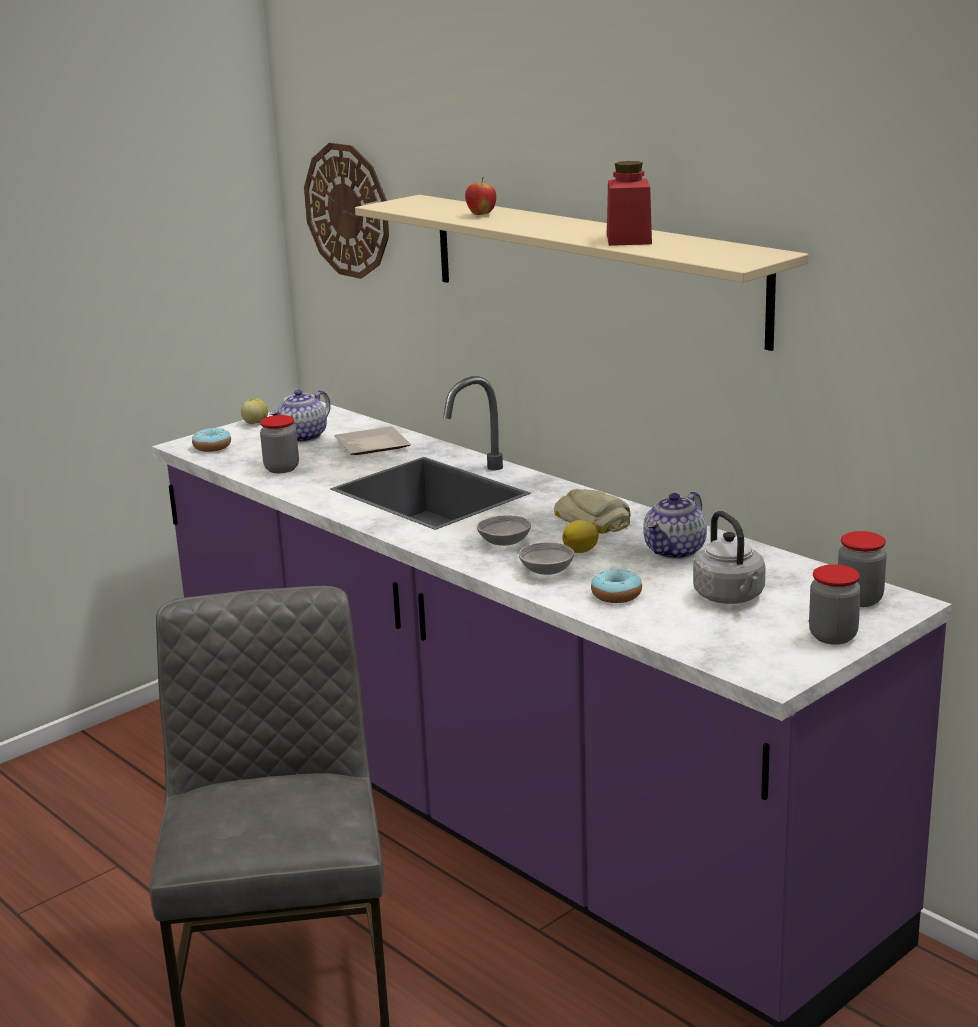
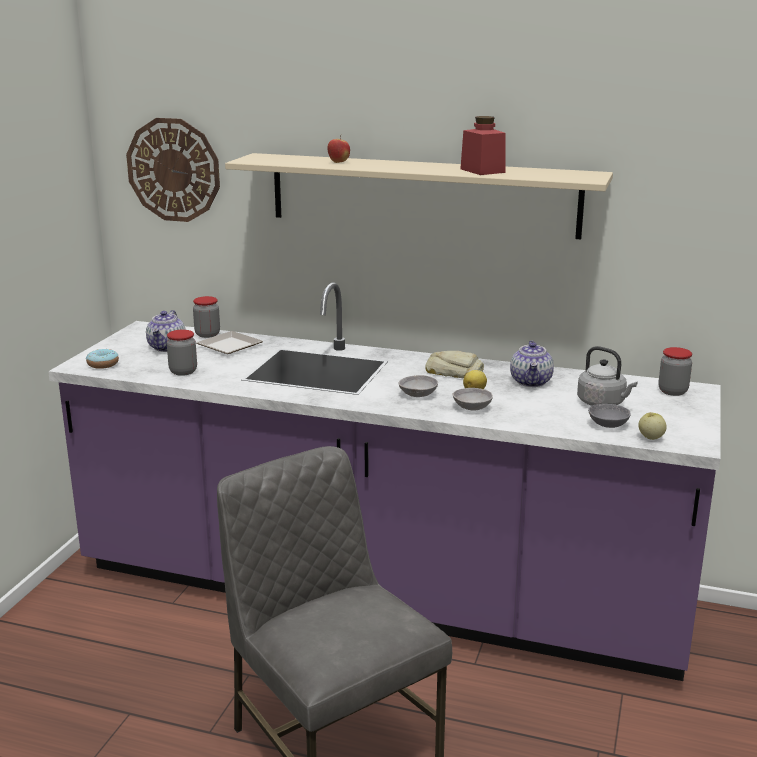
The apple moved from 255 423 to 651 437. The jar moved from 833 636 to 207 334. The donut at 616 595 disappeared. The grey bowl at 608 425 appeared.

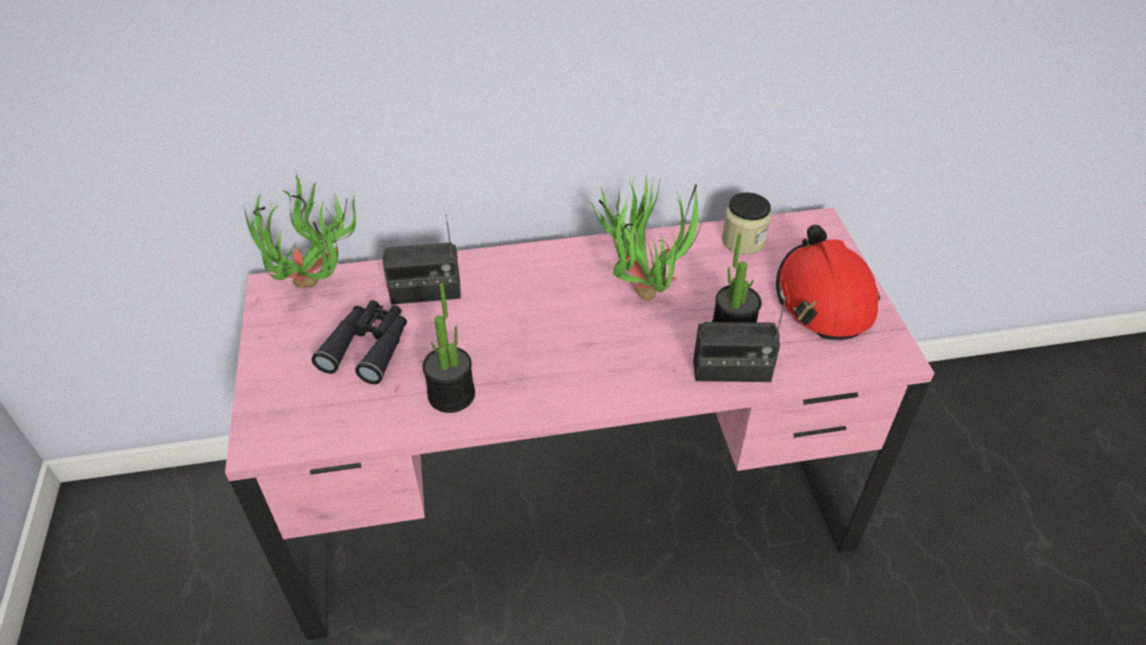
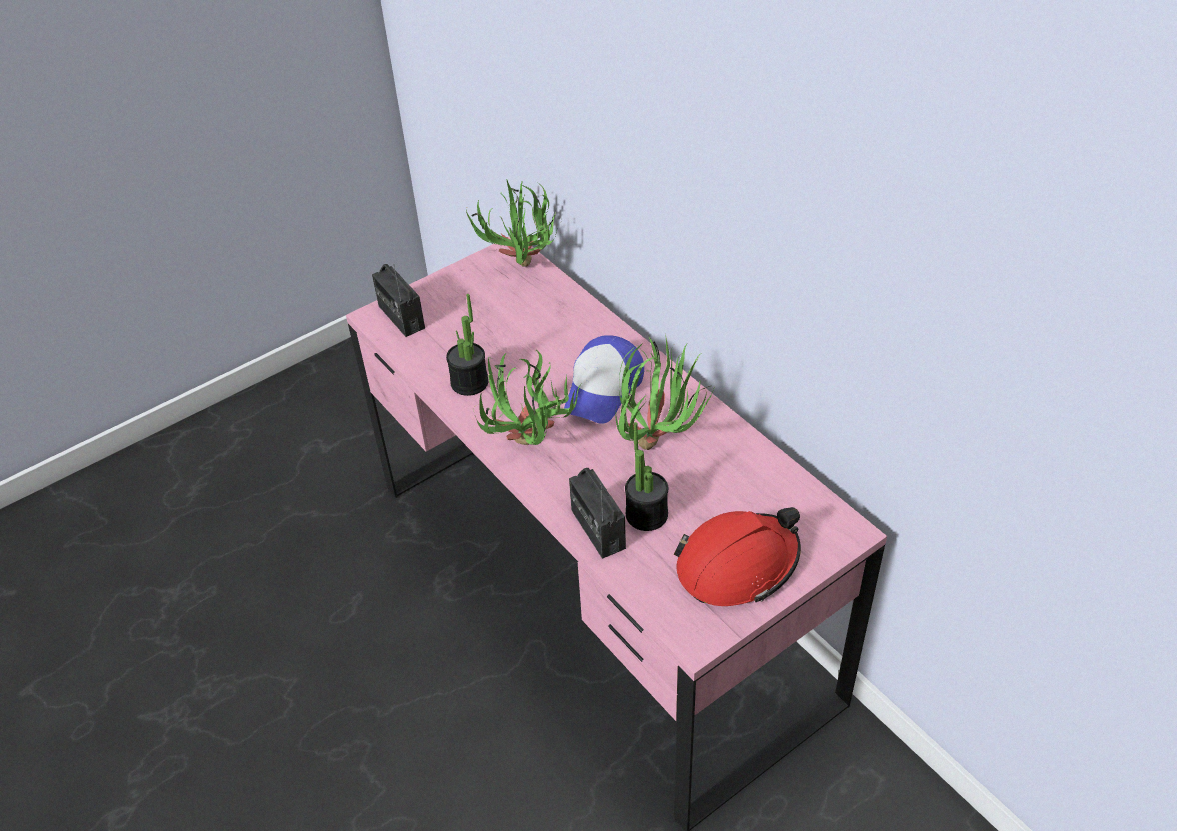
The jar at 743 241 disappeared. The radio moved from 426 293 to 401 317. The black binoculars at 368 347 disappeared. The cap at 603 388 appeared. The potted plant at 529 450 appeared.

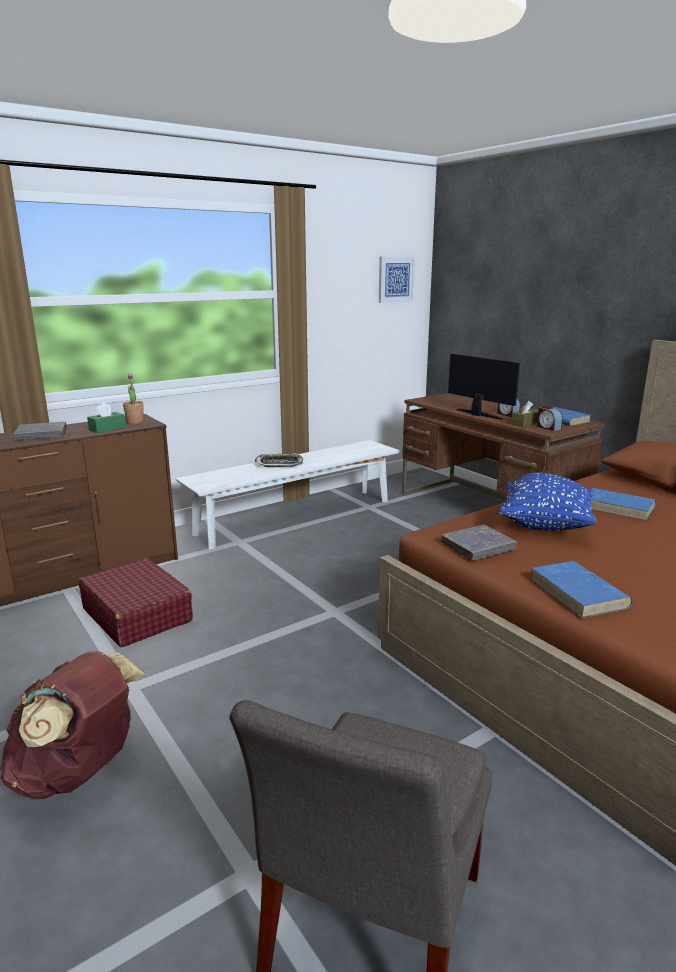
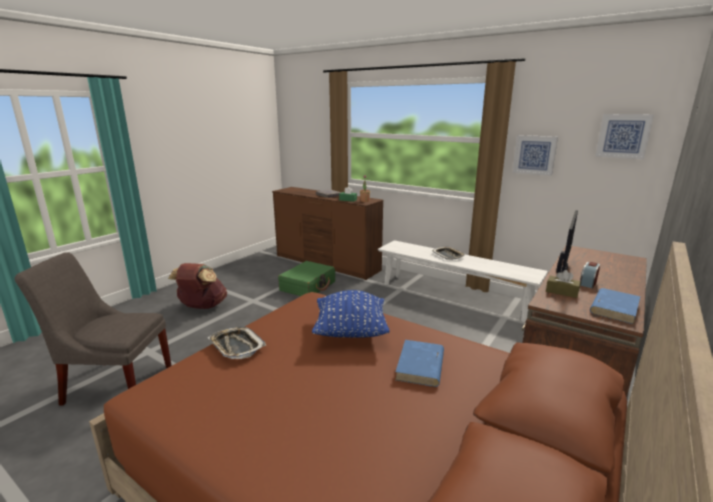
The alarm clock at 548 427 disappeared. The grey book at 478 547 disappeared. The red suitcase at 137 615 became the green suitcase at 308 286. The blue book at 579 593 was replaced by the tray at 236 346. The picture at 534 155 appeared.

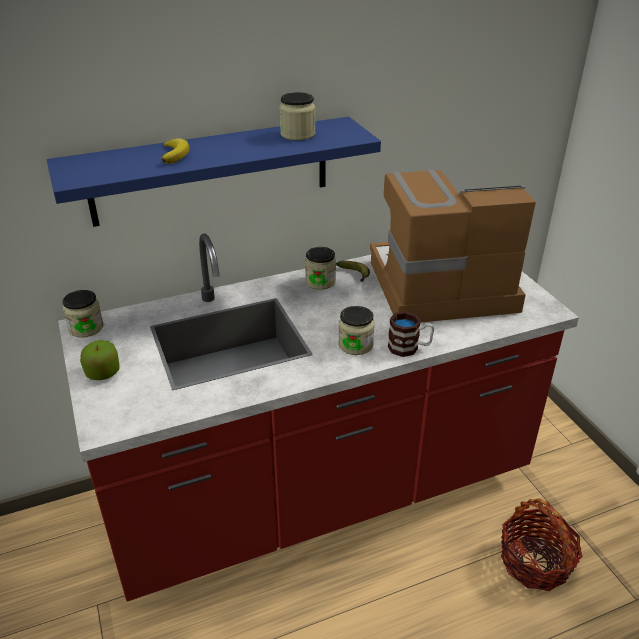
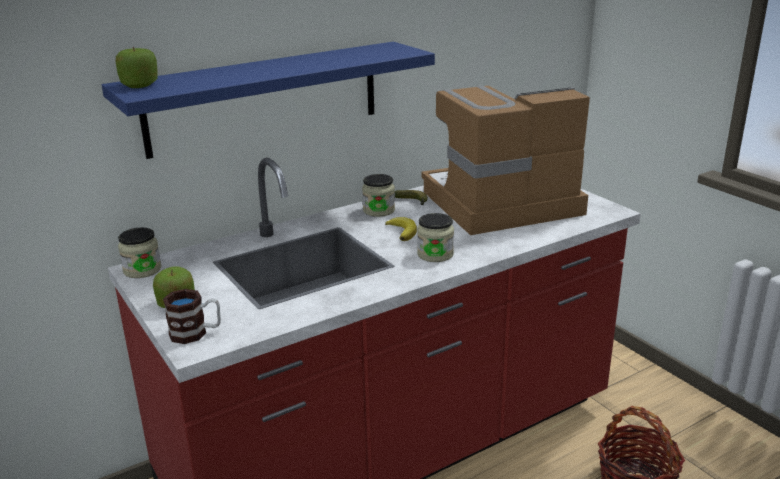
The jar at 297 134 disappeared. The banana moved from 175 154 to 402 231. The mug moved from 409 348 to 196 333. The apple at 139 85 appeared.

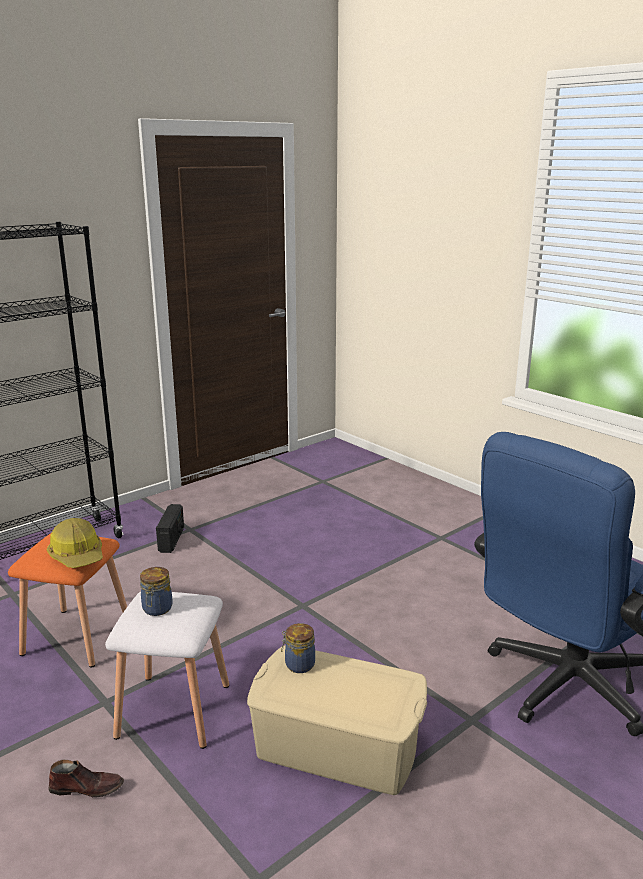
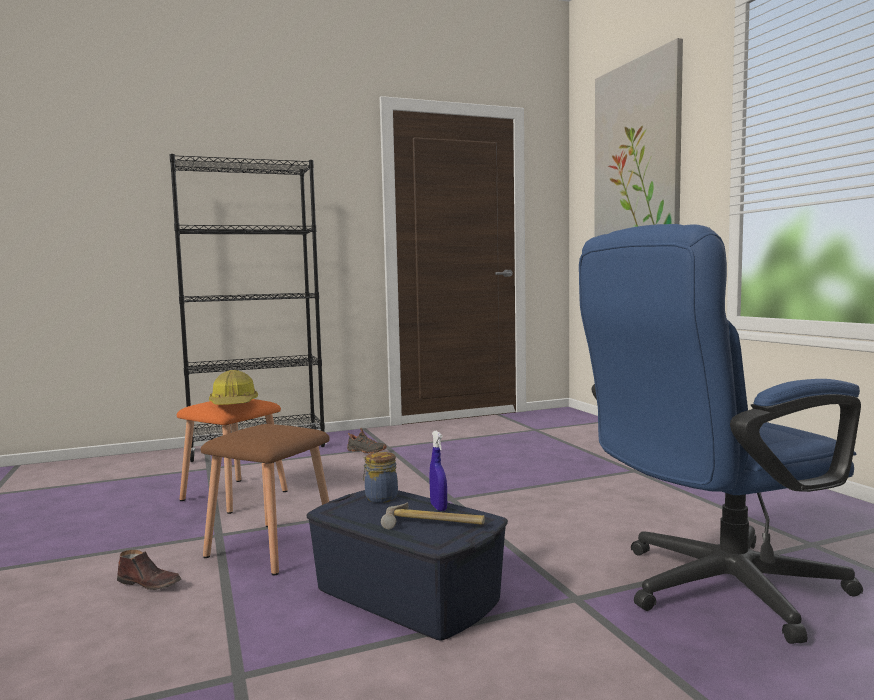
The radio at 172 540 was replaced by the black shoe at 366 451. The jar at 157 609 disappeared. The white stool at 173 709 became the brown stool at 272 547. The beige storage box at 337 747 became the blue storage box at 406 595. The picture at 636 158 appeared. The blue spray bottle at 438 507 appeared. The hammer at 433 524 appeared.

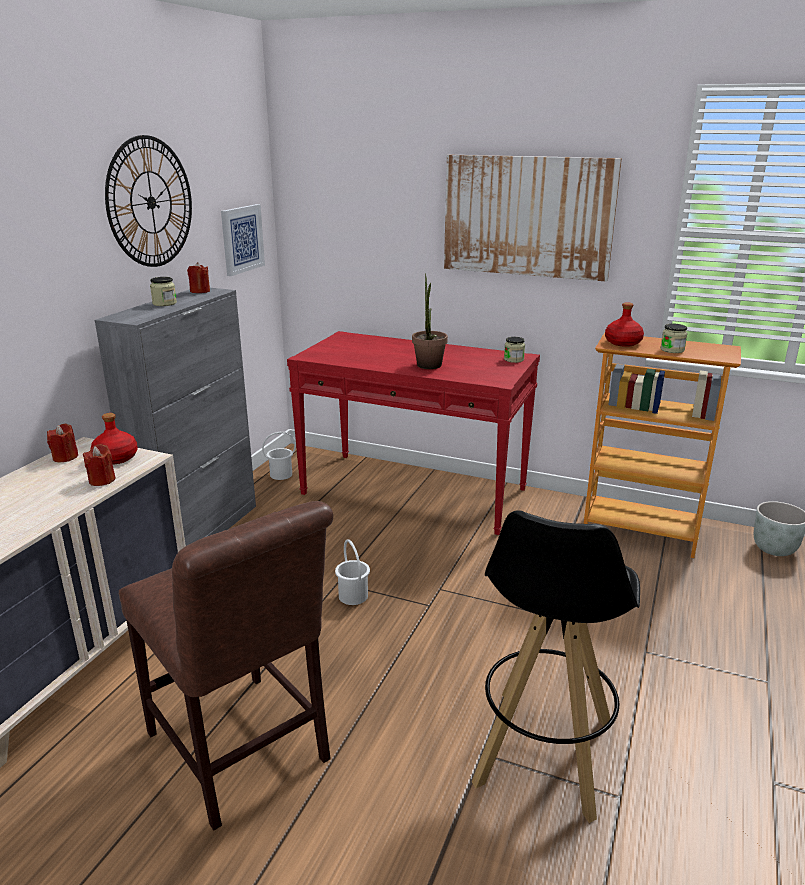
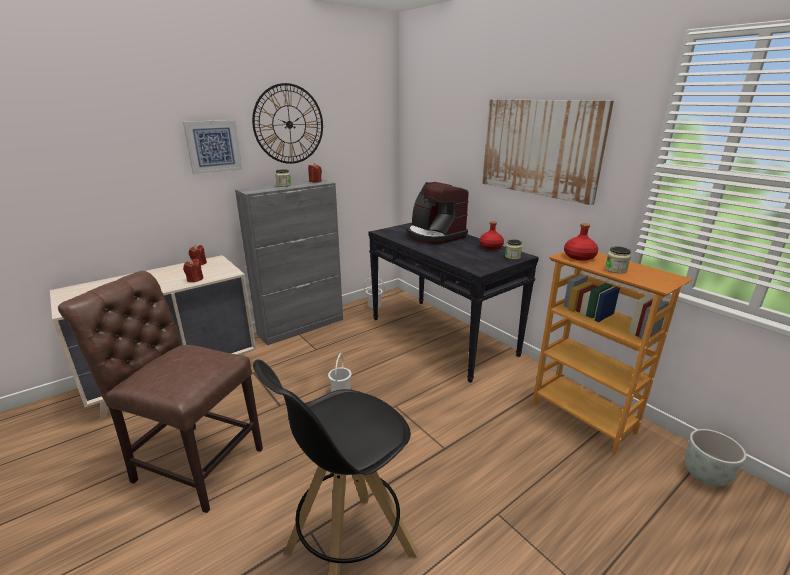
The picture moved from 242 239 to 213 146. The potted plant at 429 367 disappeared. The red console table at 414 491 became the black console table at 442 336. The red bottle moved from 116 458 to 491 247. The brown chair at 241 753 turned 120 degrees clockwise. The coffee machine at 434 235 appeared.

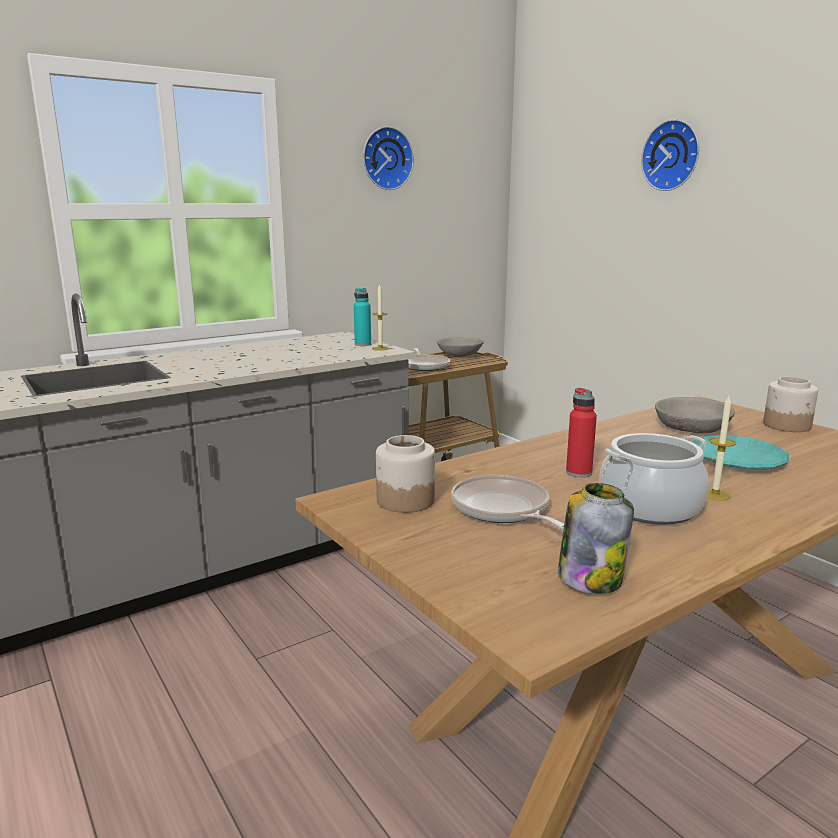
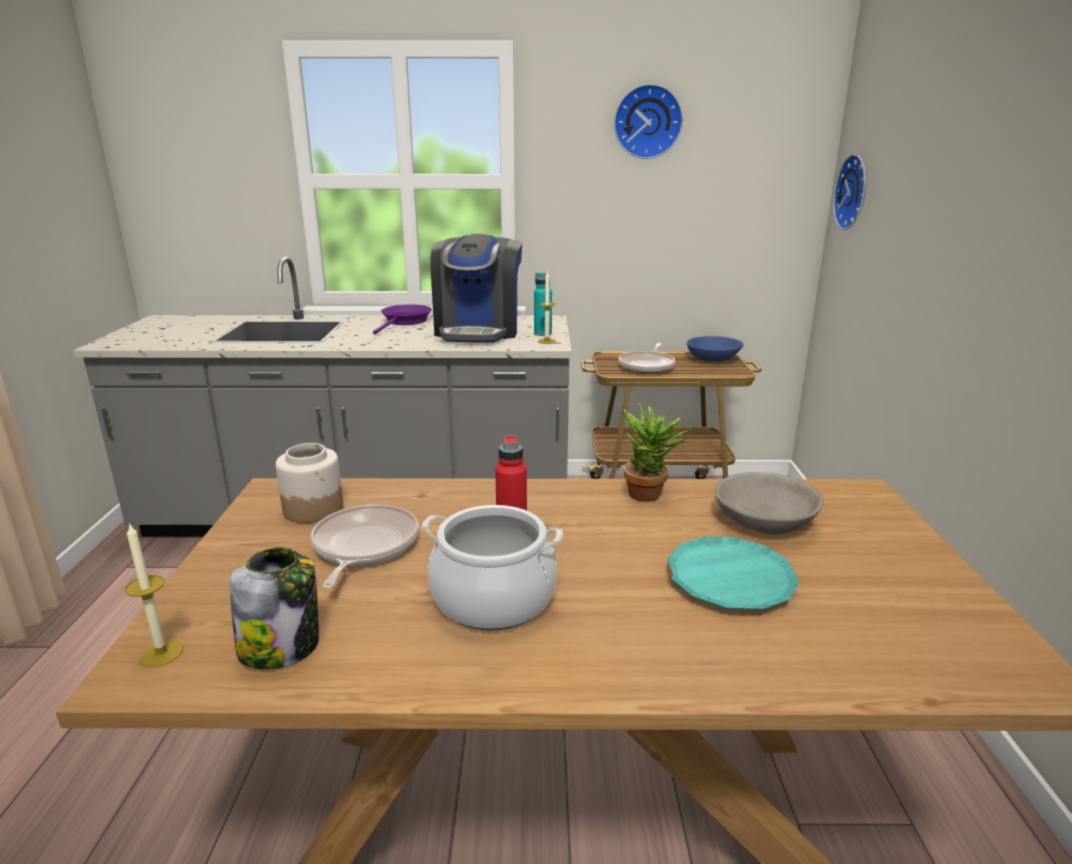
The wall clock moved from 672 155 to 855 192. The grey bowl at 460 354 became the blue bowl at 713 358. The jar at 787 425 disappeared. The candle moved from 715 495 to 161 653. The coffee machine at 478 331 appeared. The purple frying pan at 405 322 appeared. The potted plant at 651 495 appeared.

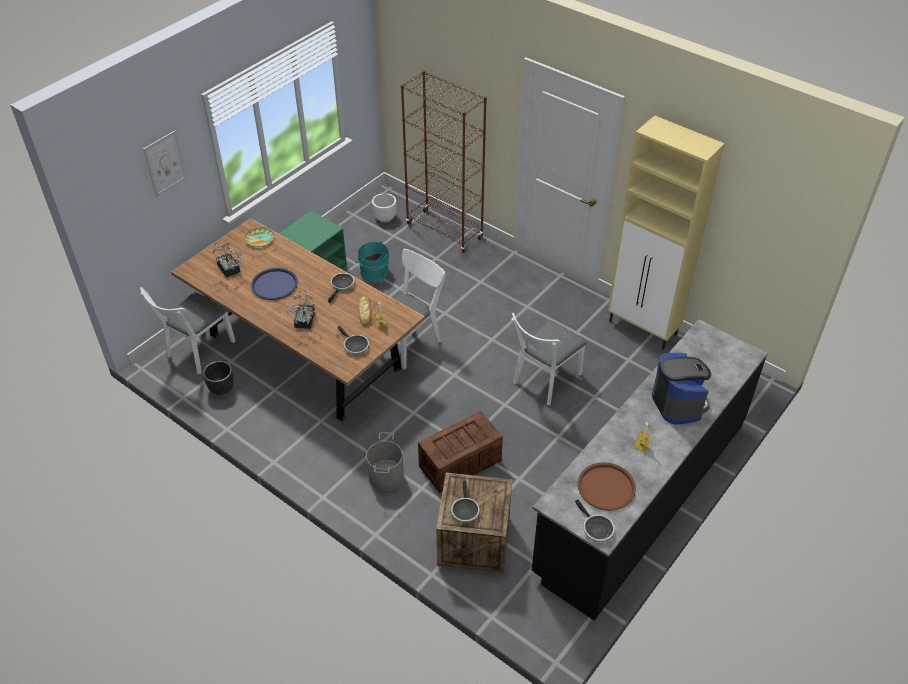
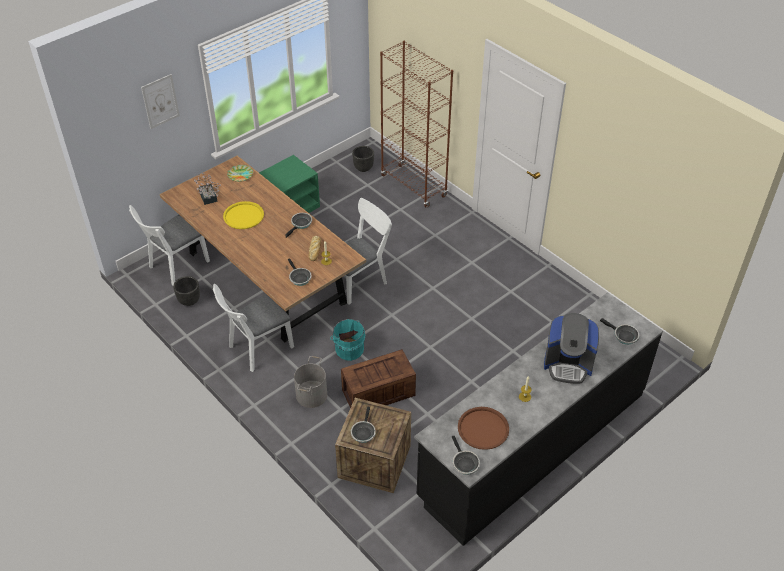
The beige cabinet at 643 328 disappeared. The white planter at 385 217 became the black planter at 363 168. The turquoise bucket moved from 373 272 to 348 349. The blue tray at 274 284 became the yellow tray at 243 216. The potted plant at 303 322 disappeared. The white chair moved from 544 381 to 257 349. The coffee machine at 678 403 turned 105 degrees clockwise. The frying pan at 623 336 appeared.

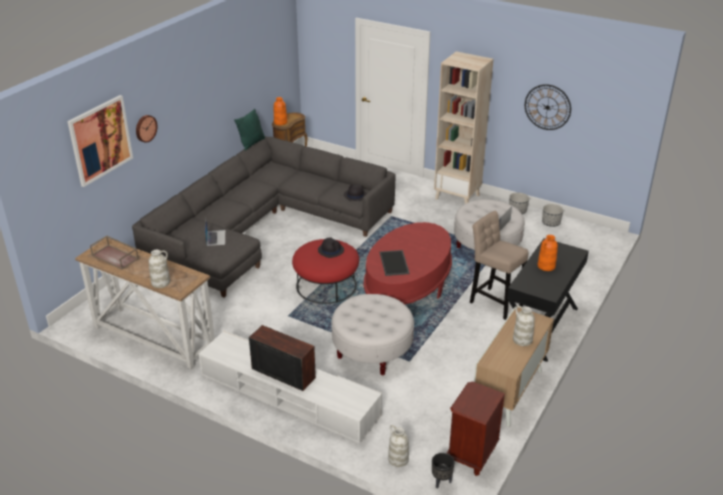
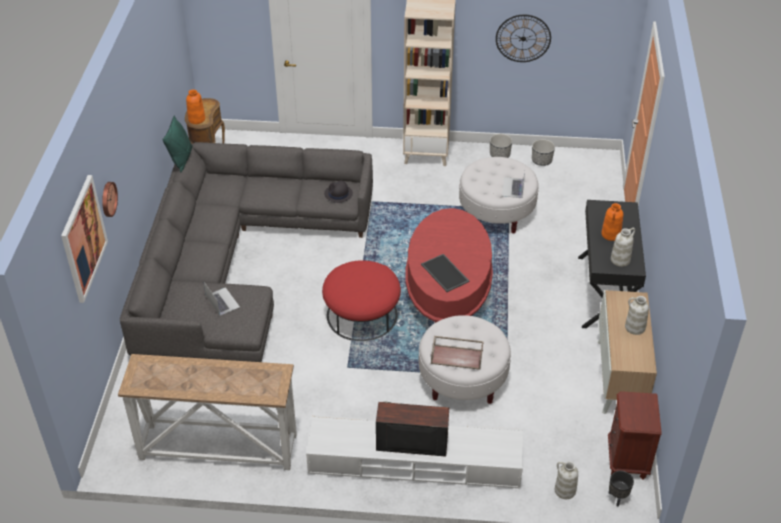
The beige stool at 494 302 disappeared. The brown tray moved from 116 257 to 457 356. The black hat at 331 250 disappeared. The white vase moved from 161 282 to 620 259.

